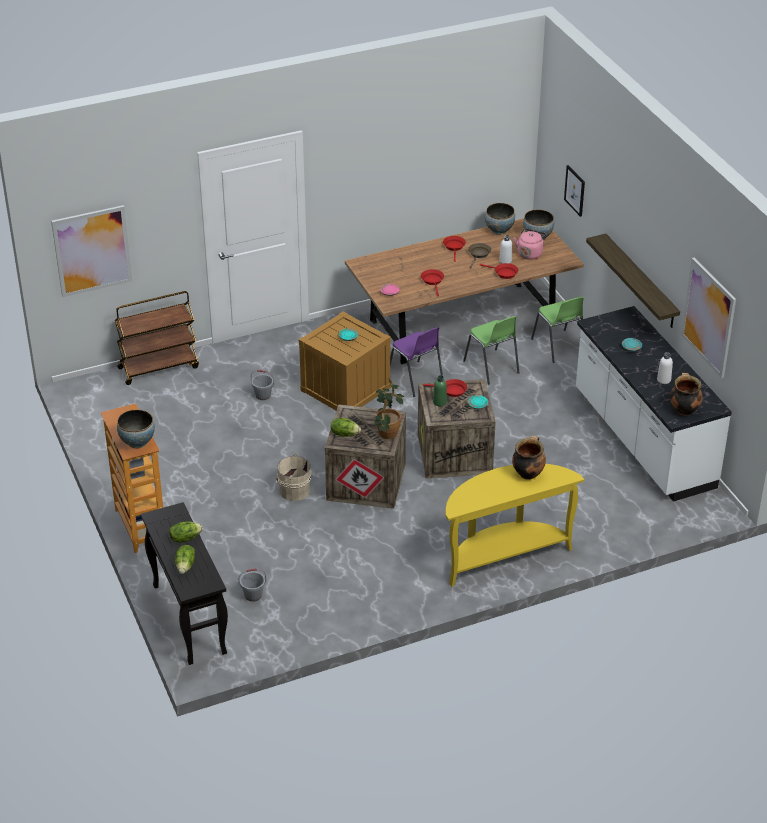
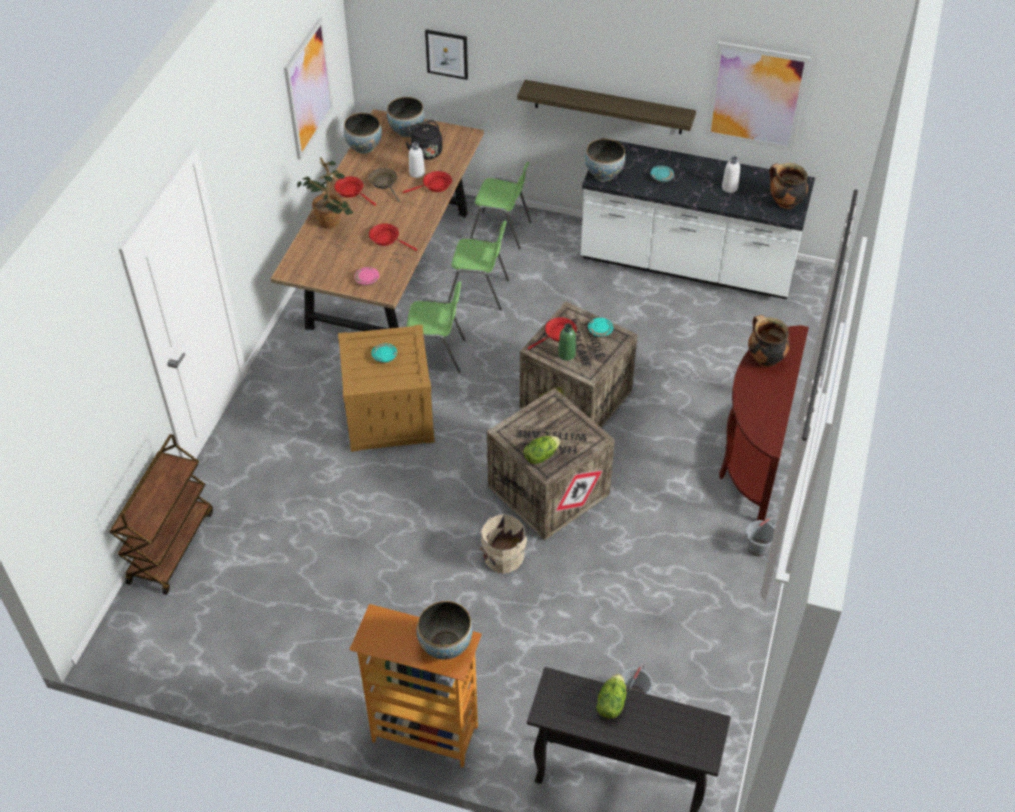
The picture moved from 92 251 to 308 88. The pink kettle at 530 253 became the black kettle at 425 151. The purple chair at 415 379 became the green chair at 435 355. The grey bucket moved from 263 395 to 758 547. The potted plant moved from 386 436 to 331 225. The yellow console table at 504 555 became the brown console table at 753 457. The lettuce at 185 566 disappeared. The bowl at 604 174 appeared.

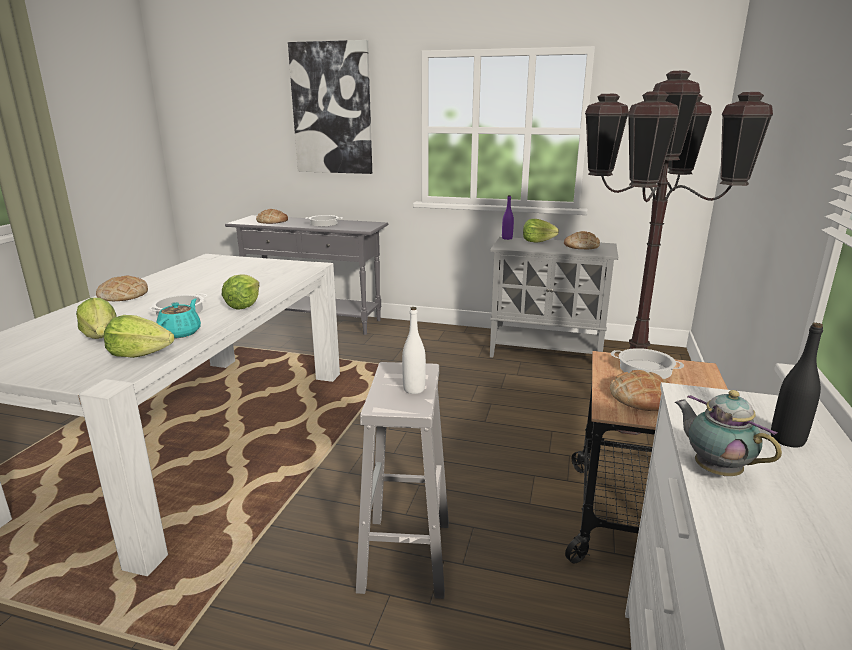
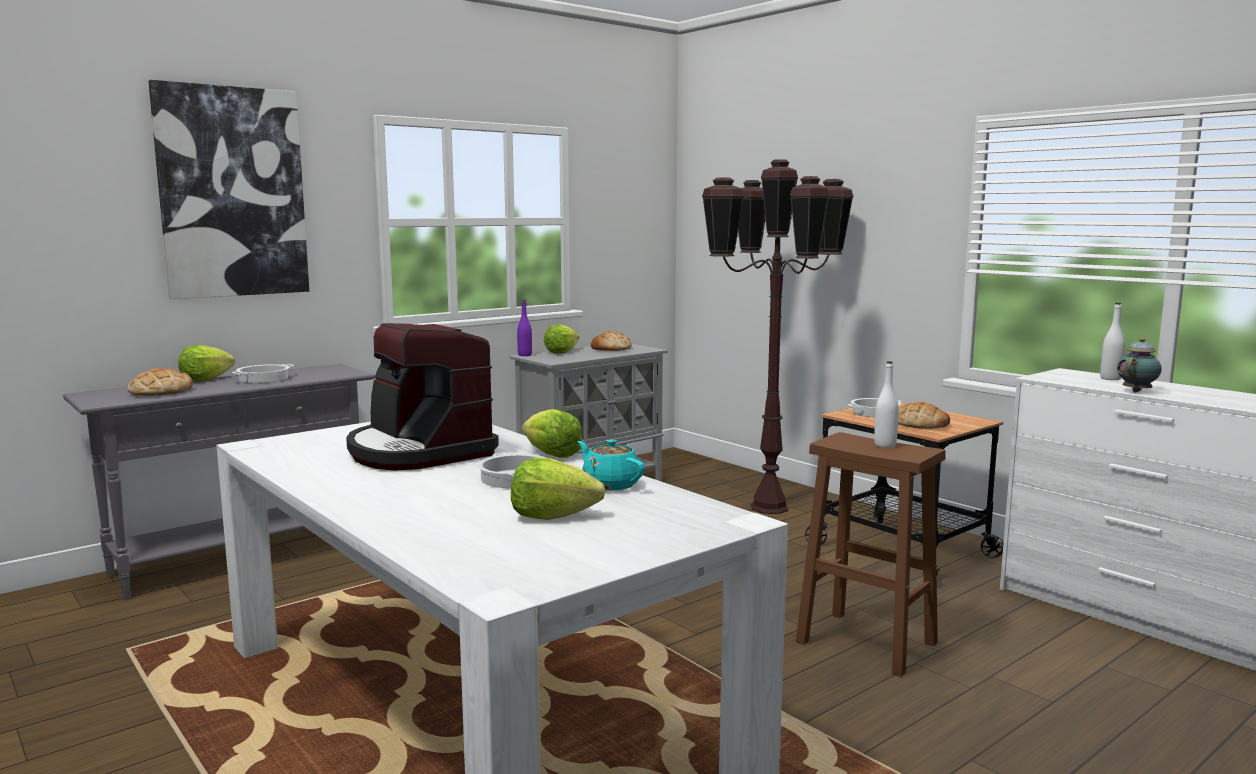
The bread at 123 295 disappeared. The lettuce moved from 140 354 to 205 379. The black bottle at 787 440 became the white bottle at 1110 378. The white stool at 406 557 became the brown stool at 868 643. The teapot at 714 469 turned 135 degrees clockwise. The coffee machine at 419 451 appeared.

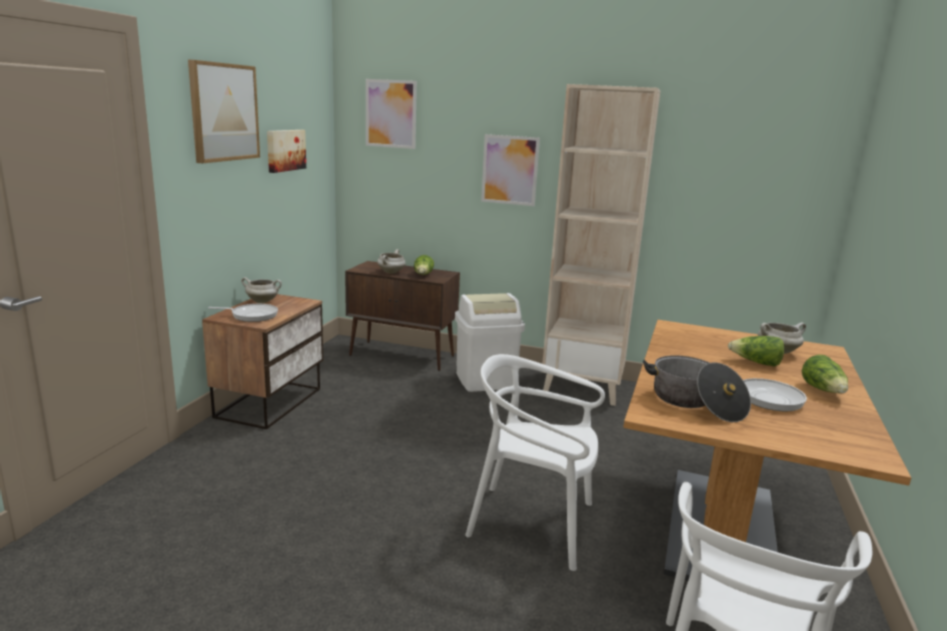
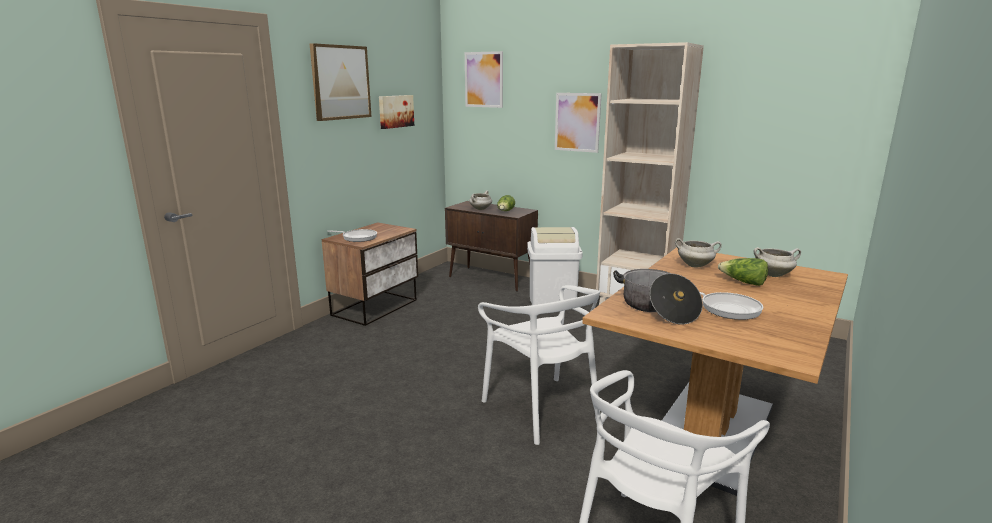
The white cooking pot moved from 263 301 to 695 265. The white chair at 532 523 turned 150 degrees counterclockwise. The lettuce at 823 391 disappeared.

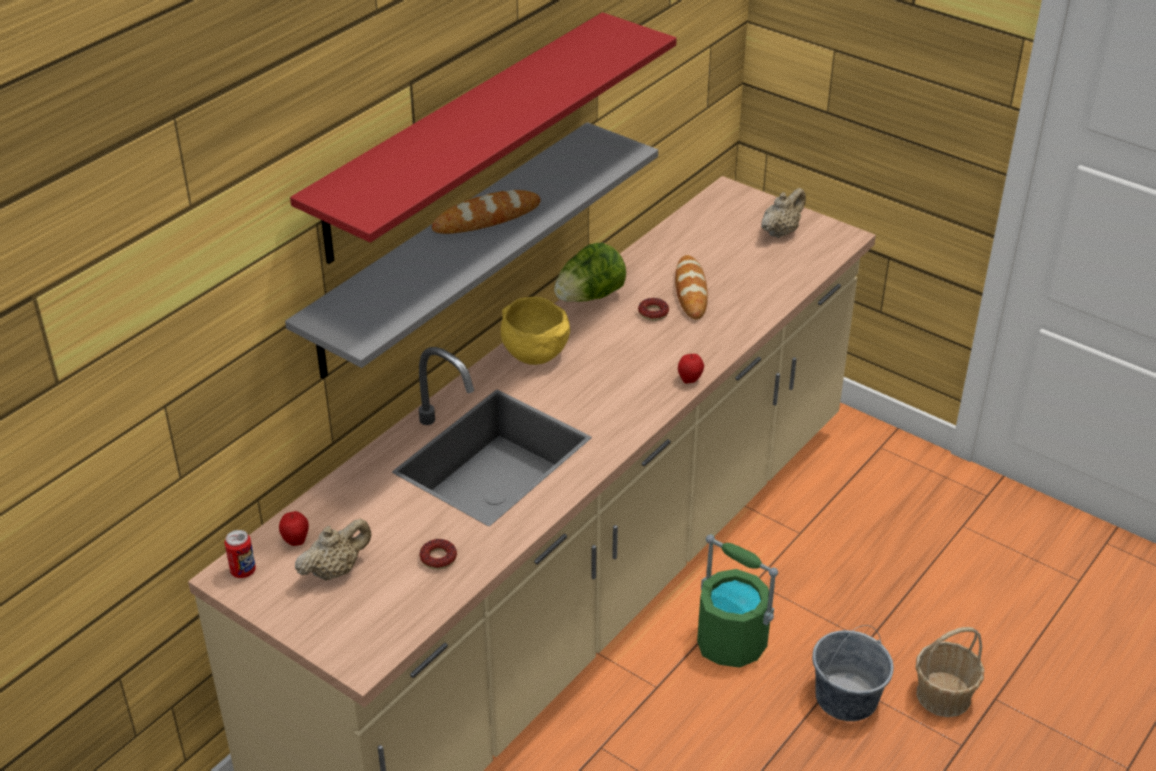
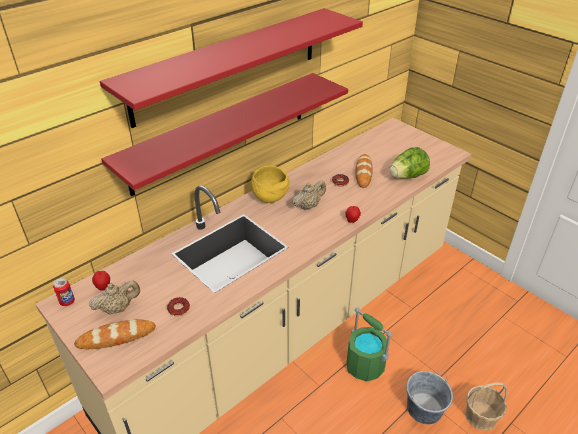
The grey shelf at 451 248 became the red shelf at 221 132. The beige teapot moved from 781 232 to 308 206. The bread moved from 487 218 to 116 337. The lettuce moved from 589 297 to 407 176.

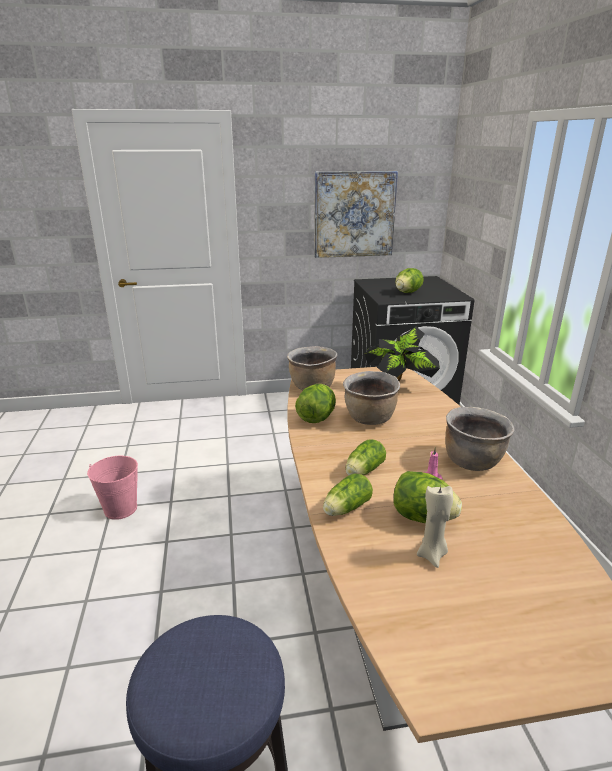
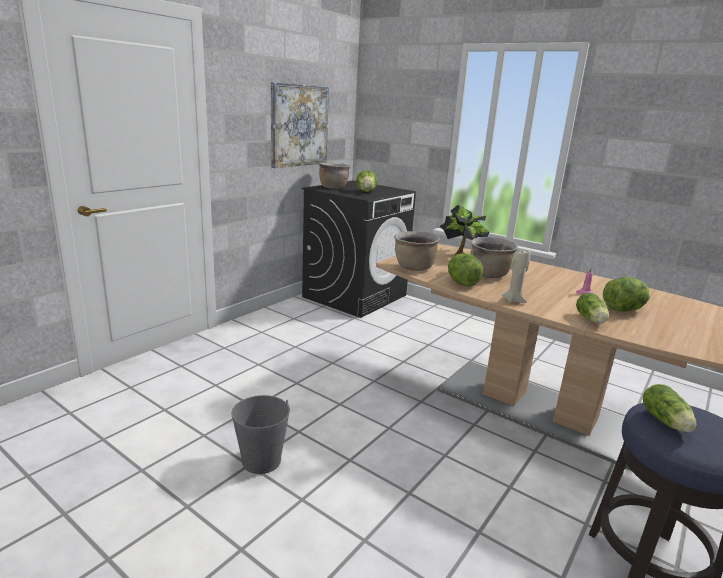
The brown cooking pot moved from 472 461 to 333 187. The lettuce moved from 363 471 to 666 422. The pink bucket at 120 508 became the grey bucket at 261 460. The beige candle moved from 432 555 to 513 300.

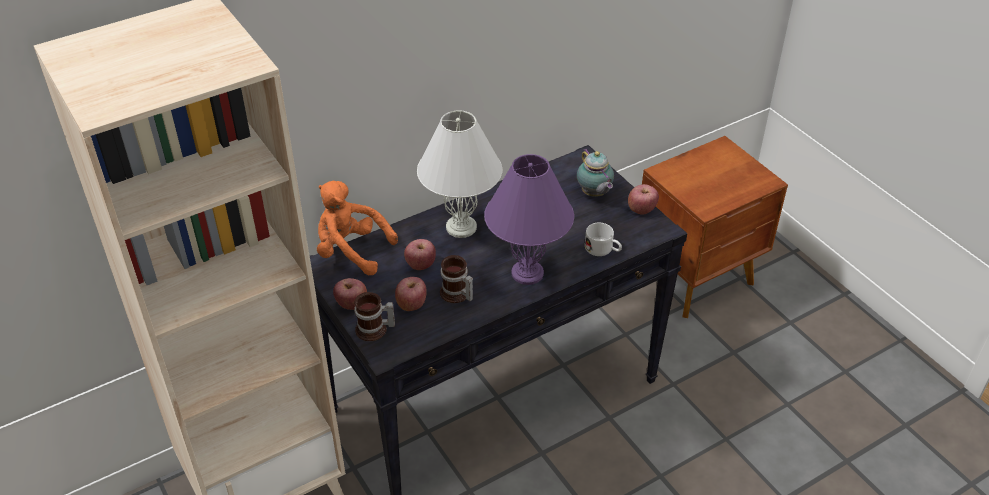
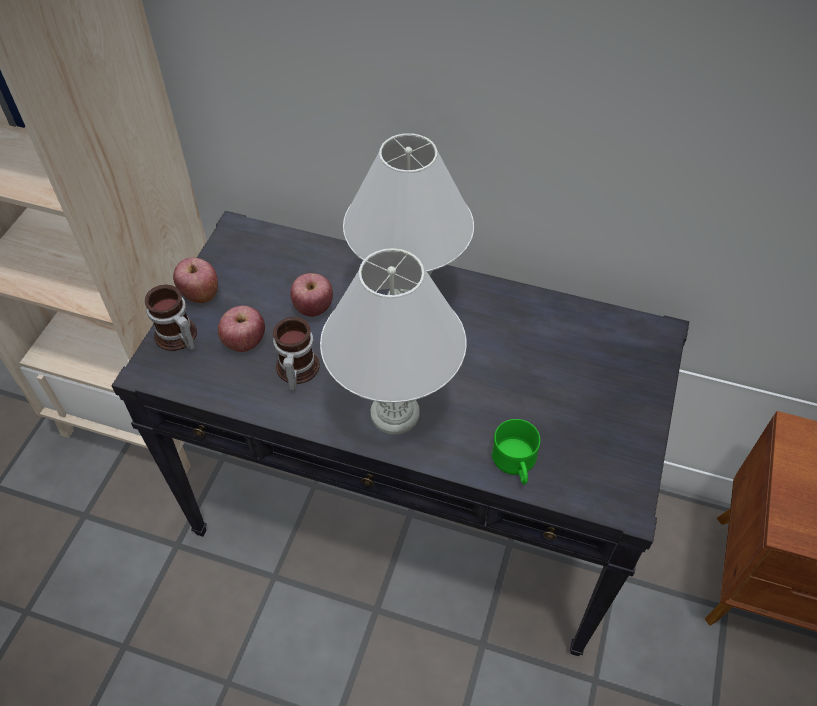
The teapot at 594 194 disappeared. The purple table lamp at 528 273 became the white table lamp at 395 414. The orange plush toy at 351 251 disappeared. The apple at 641 209 disappeared. The white mug at 603 250 became the green mug at 515 464.

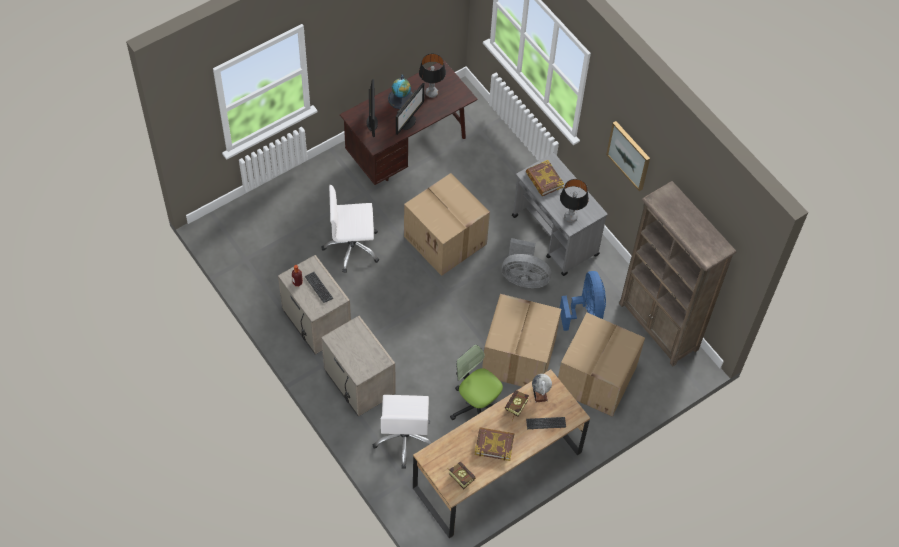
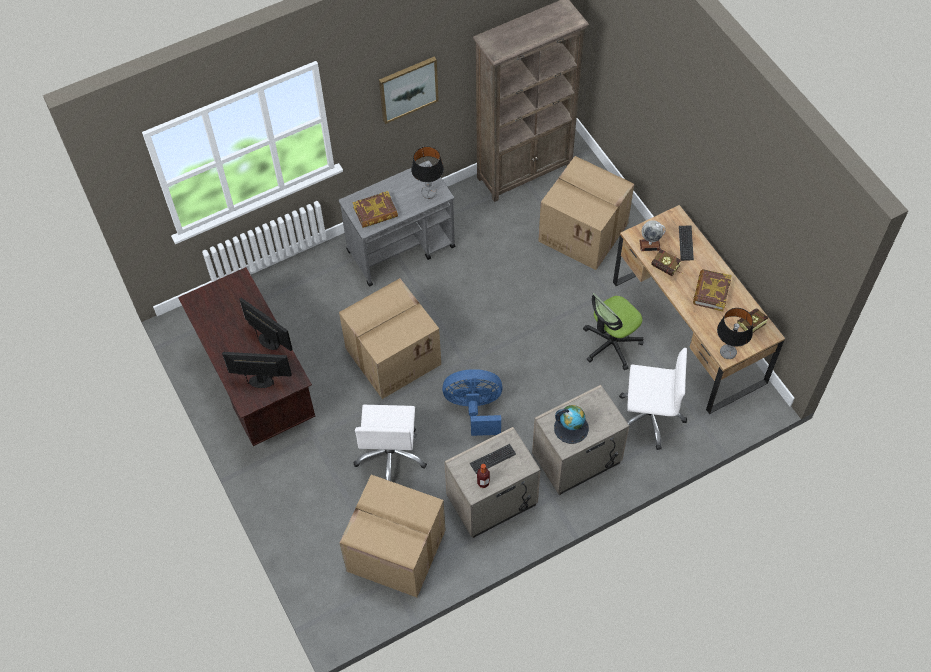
The table lamp moved from 431 93 to 728 352. The globe moved from 401 98 to 571 428. The grey fan at 524 278 disappeared. The blue fan moved from 585 311 to 475 409. The cardboard box moved from 518 356 to 394 551.

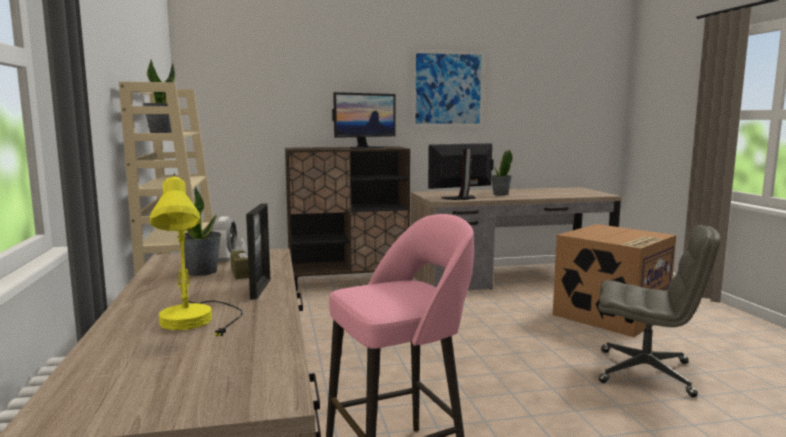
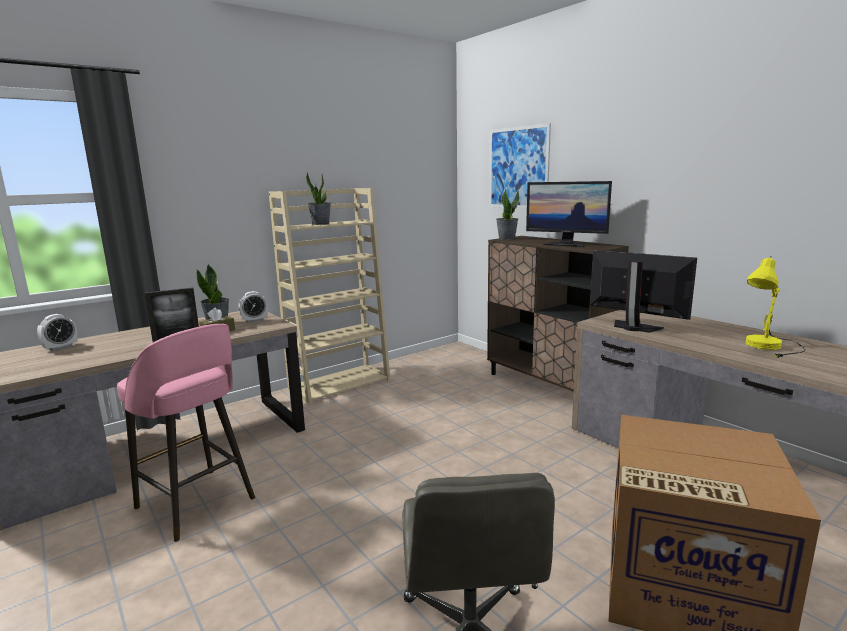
The picture moved from 448 89 to 518 168. The potted plant moved from 500 194 to 506 239. The yellow table lamp moved from 201 324 to 771 349. The alarm clock at 60 347 appeared.

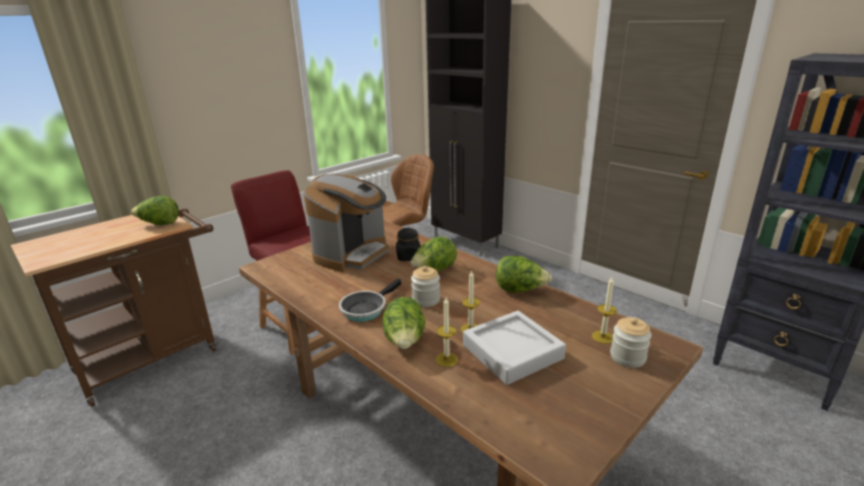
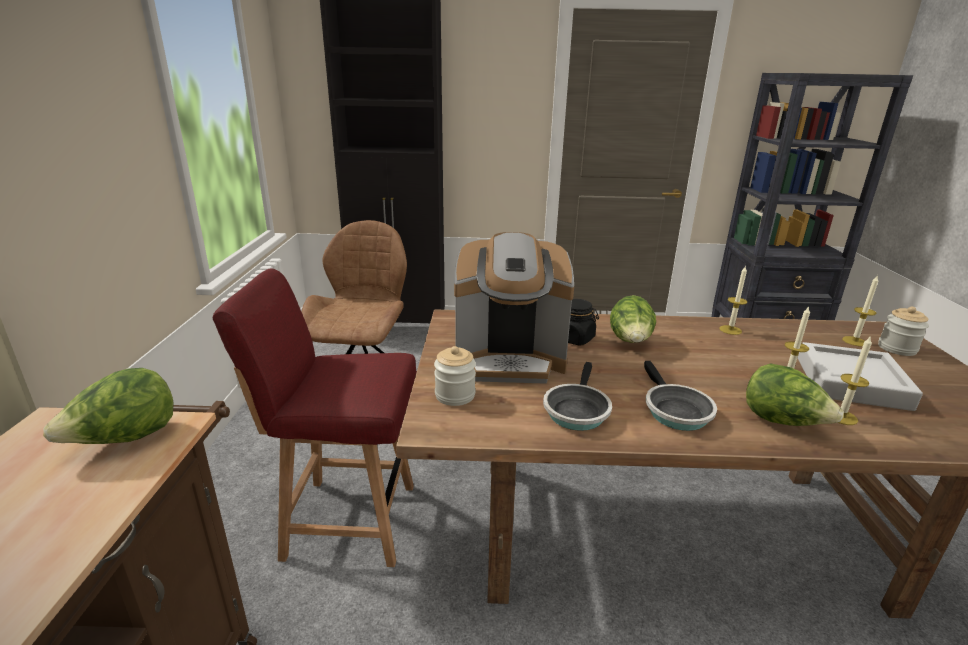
The coffee machine at 352 254 turned 105 degrees clockwise. The lettuce at 520 290 was replaced by the candle at 730 330. The jar moved from 426 300 to 455 395. The frying pan at 576 410 appeared.

